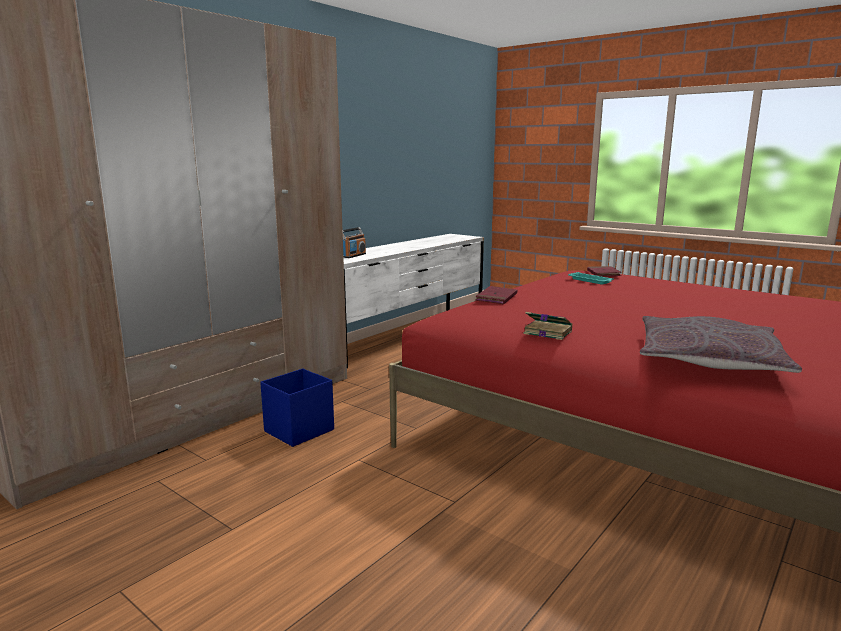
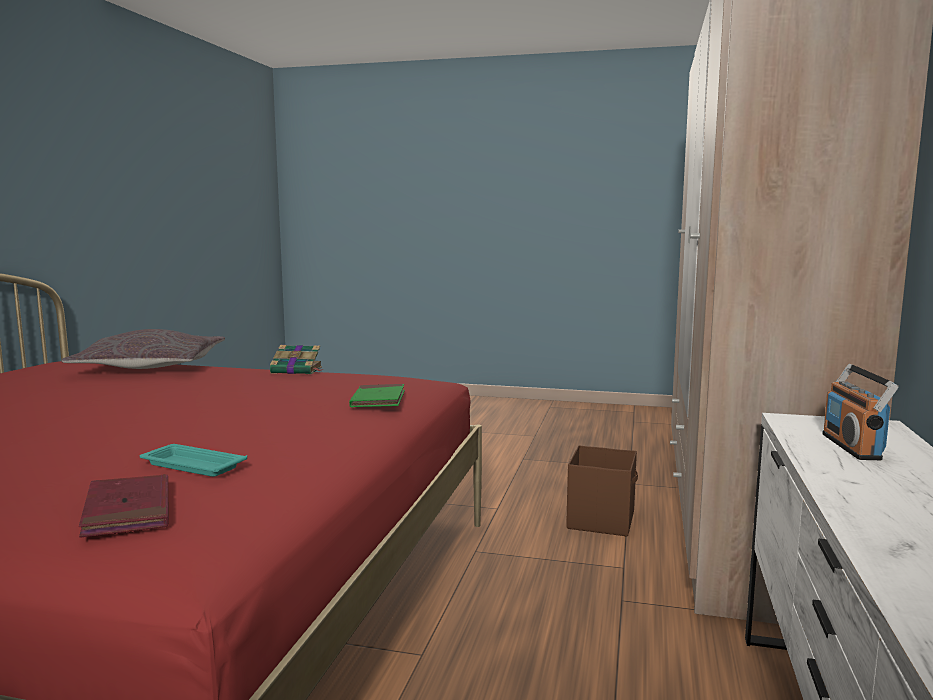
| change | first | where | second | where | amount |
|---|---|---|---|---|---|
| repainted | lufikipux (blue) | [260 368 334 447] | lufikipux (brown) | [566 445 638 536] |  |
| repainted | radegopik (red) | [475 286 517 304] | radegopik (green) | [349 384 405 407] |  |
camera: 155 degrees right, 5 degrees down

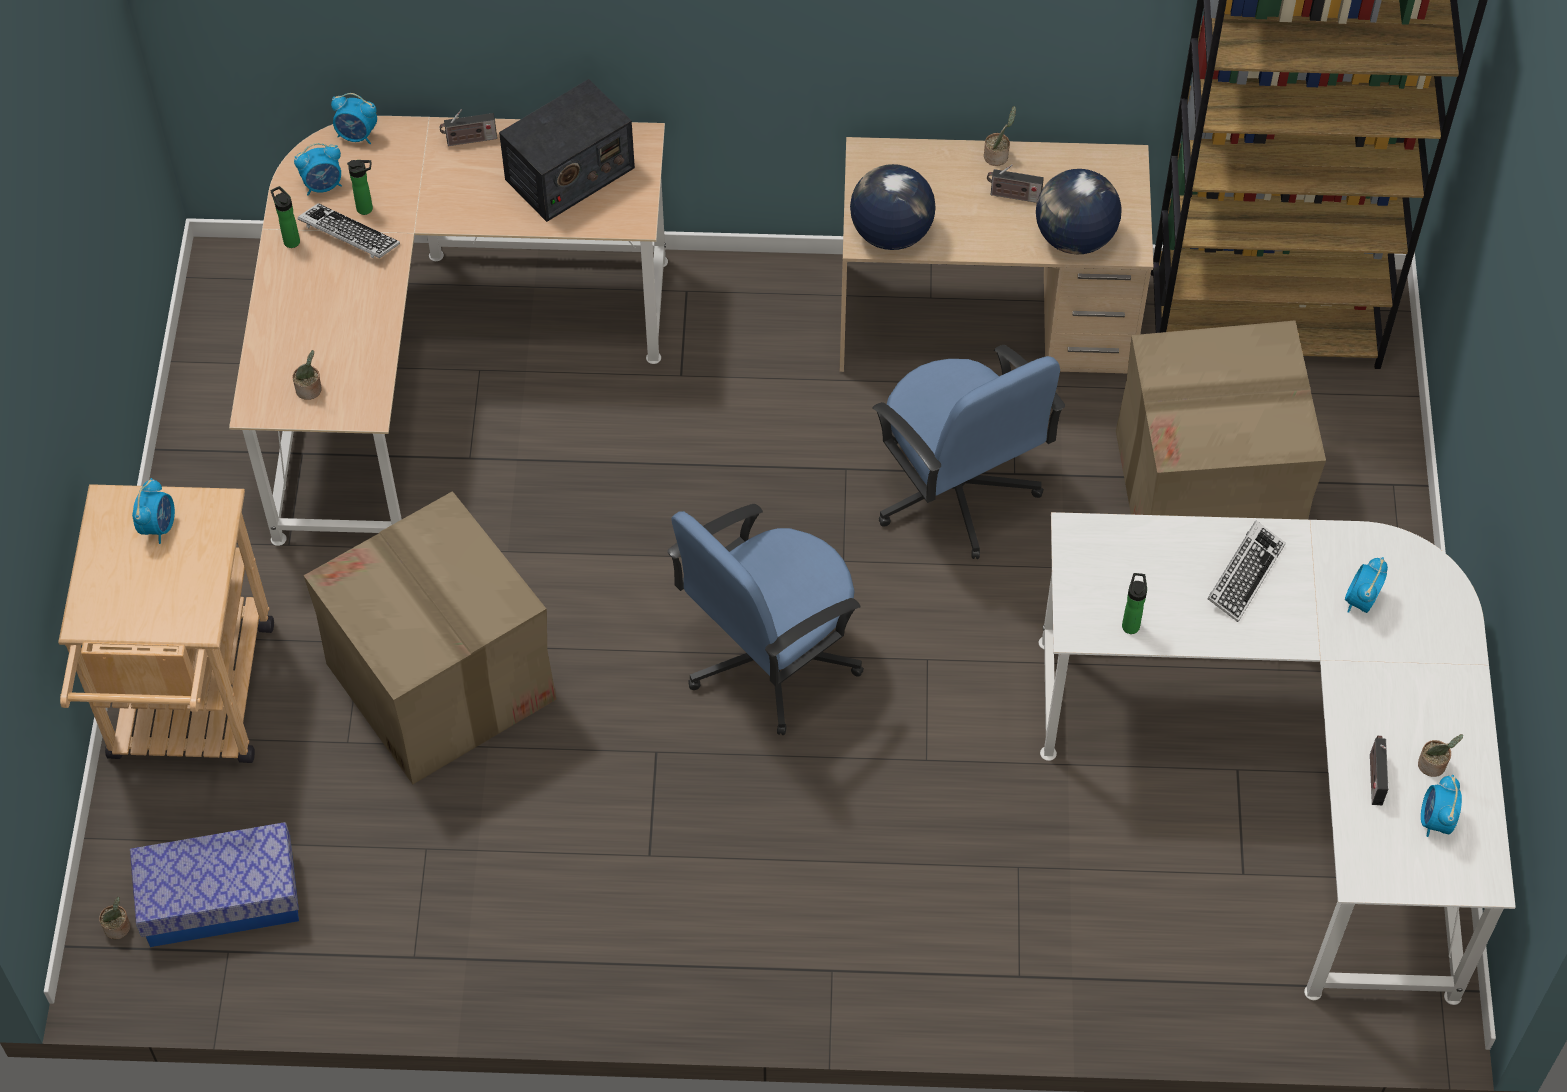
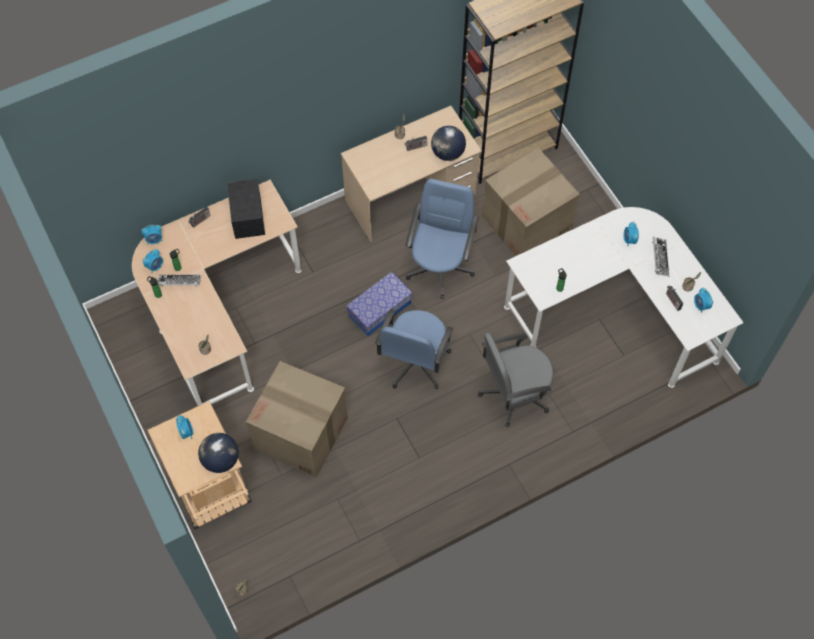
| change | first | where | second | where | amount |
|---|---|---|---|---|---|
| shifted | lufikipux | [130 822 299 947] |  | [346 272 413 336] |  |
| rotated | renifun | [499 79 635 222] |  | [227 179 265 239] | 150 degrees clockwise |
| shifted | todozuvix | [850 164 935 250] |  | [198 433 239 473] |  |
| rotated | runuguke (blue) | [872 345 1065 559] |  | [405 179 479 299] | 105 degrees counterclockwise |
| shifted | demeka | [1207 520 1285 622] |  | [652 236 670 277] |  |
| new |  |  | runuguke (grey) | [478 332 554 427] |  |
camera: 30 degrees left, 5 degrees up

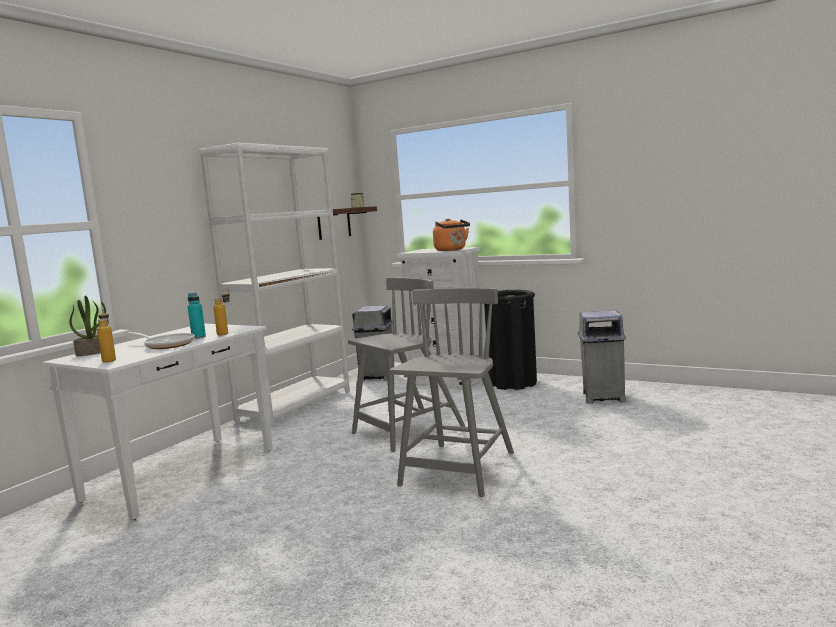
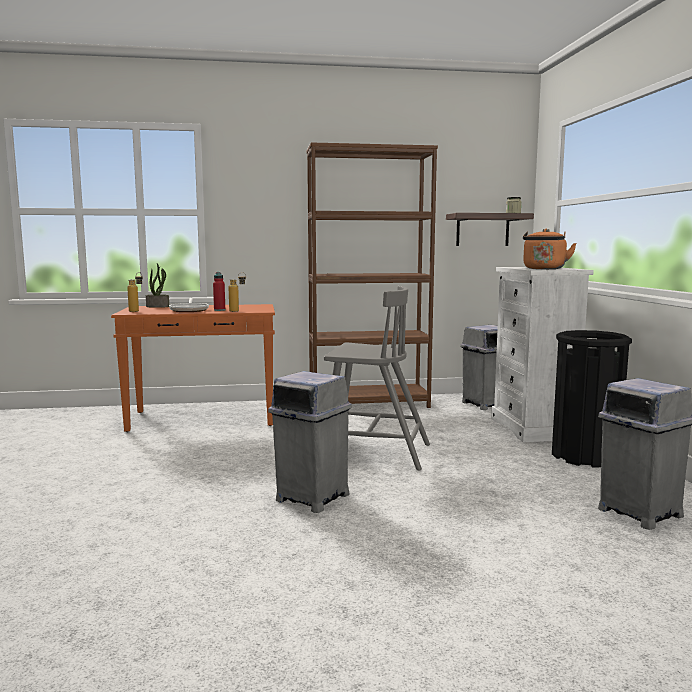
| change | first | where | second | where | amount |
|---|---|---|---|---|---|
| repainted | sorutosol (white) | [43 324 273 520] | sorutosol (orange) | [111 304 275 432] |  |
| repainted | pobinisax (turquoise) | [188 293 206 339] | pobinisax (red) | [213 272 225 311] |  |
| repainted | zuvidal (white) | [199 143 350 428] | zuvidal (brown) | [307 142 438 408] |  |
| swapped | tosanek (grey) | [390 288 514 497] | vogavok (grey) | [268 371 352 513] |  |
camera: 50 degrees right, 0 degrees up

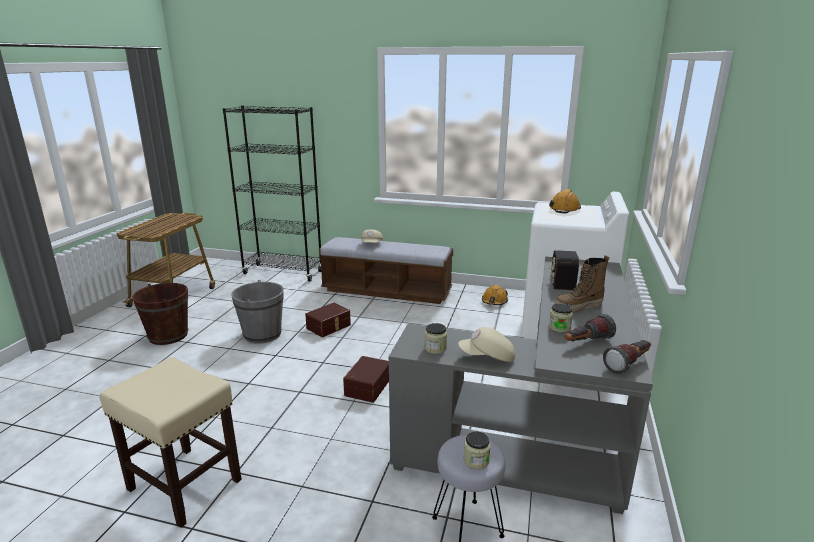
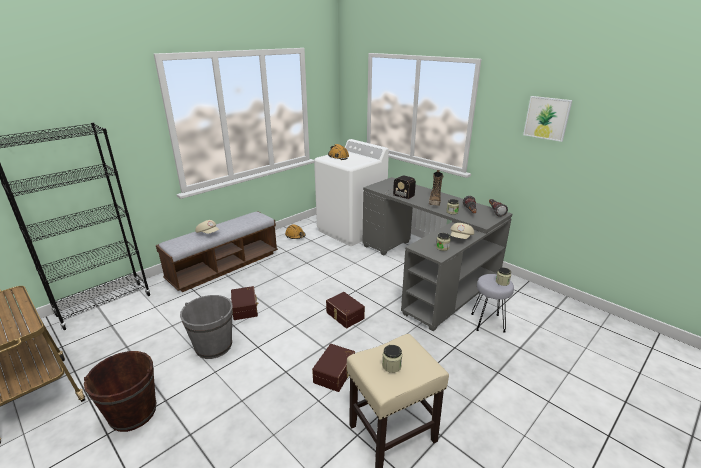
| change | first | where | second | where | amount |
|---|---|---|---|---|---|
| new |  |  | lufikipux (brown) | [312 344 355 392] |  |
| new |  |  | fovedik | [382 345 402 373] |  |
| new |  |  | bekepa | [523 96 572 142] |  |
camera: 60 degrees left, 5 degrees up

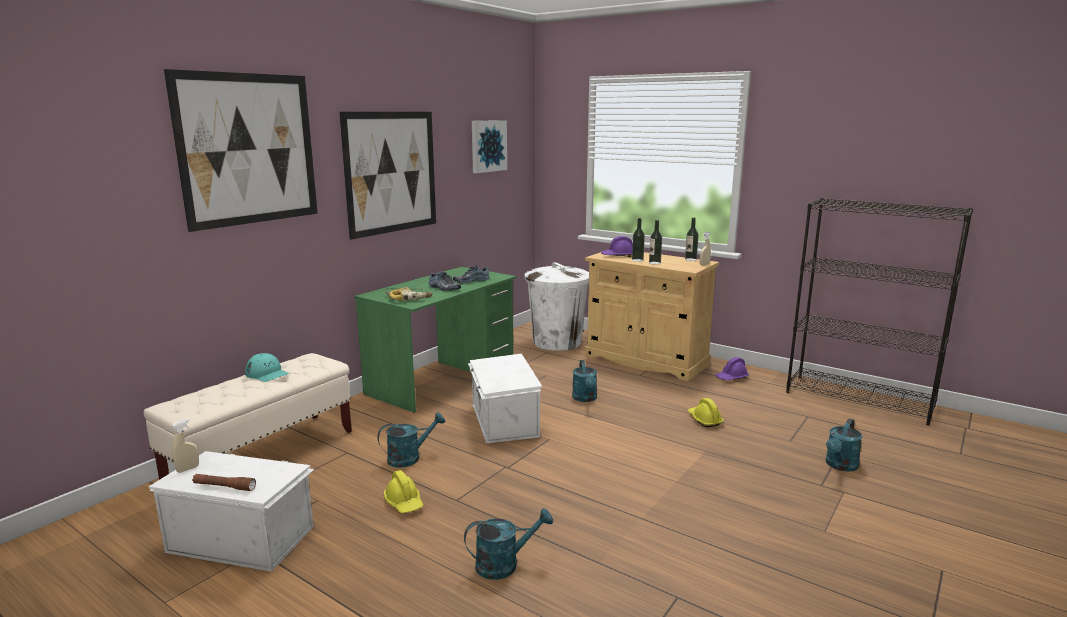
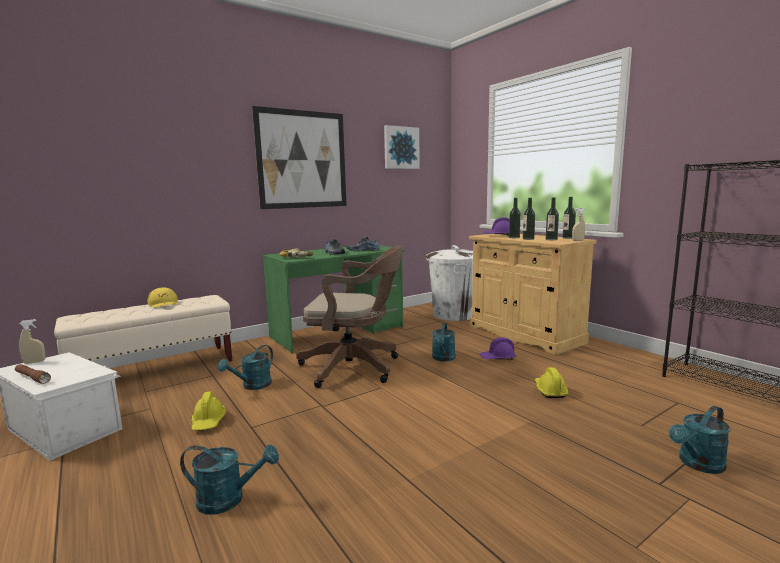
| change | first | where | second | where | amount |
|---|---|---|---|---|---|
| gone | bekepa | [164 69 318 232] |  |  |  |
| repainted | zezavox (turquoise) | [245 353 290 382] | zezavox (yellow) | [147 287 178 308] |  |
| rotated | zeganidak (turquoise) | [378 412 445 468] |  | [218 345 273 390] | 135 degrees clockwise |
| swapped | lufikipux (white) | [468 354 542 443] | runuguke (brown) | [296 246 403 388] |  |
| shifted | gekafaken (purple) | [715 357 749 380] |  | [480 337 516 360] |  |
| new |  |  | pobinisax | [546 197 559 240] |  |
camera: 20 degrees right, 5 degrees down

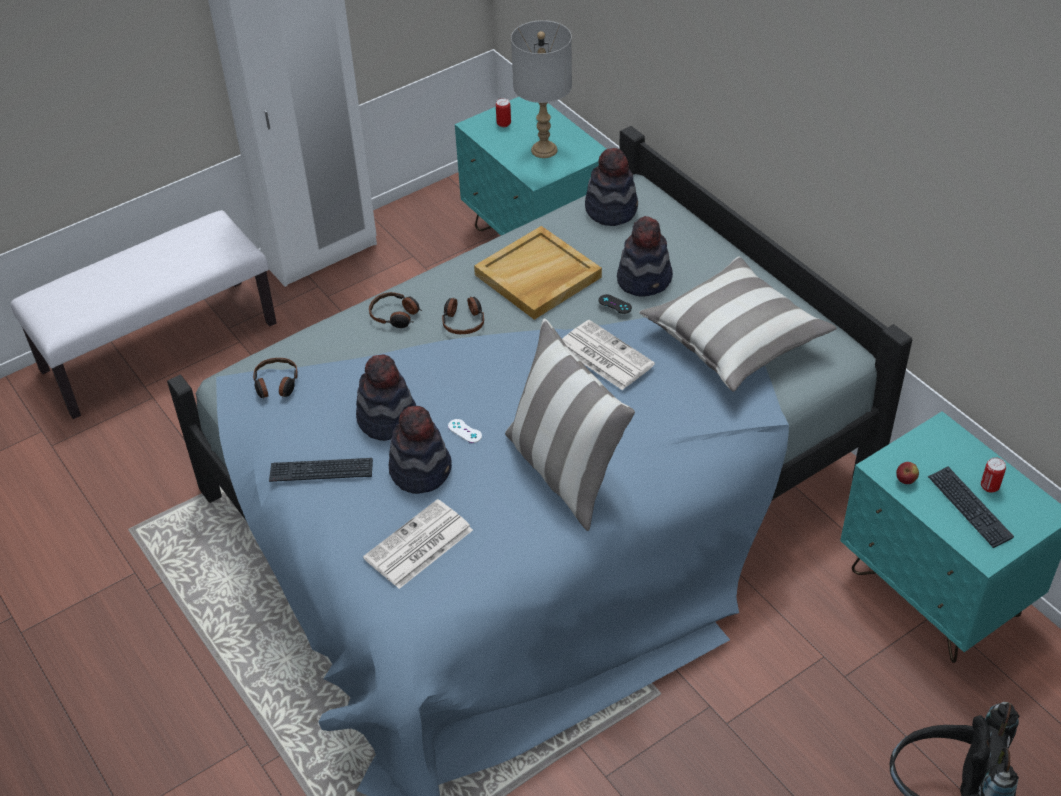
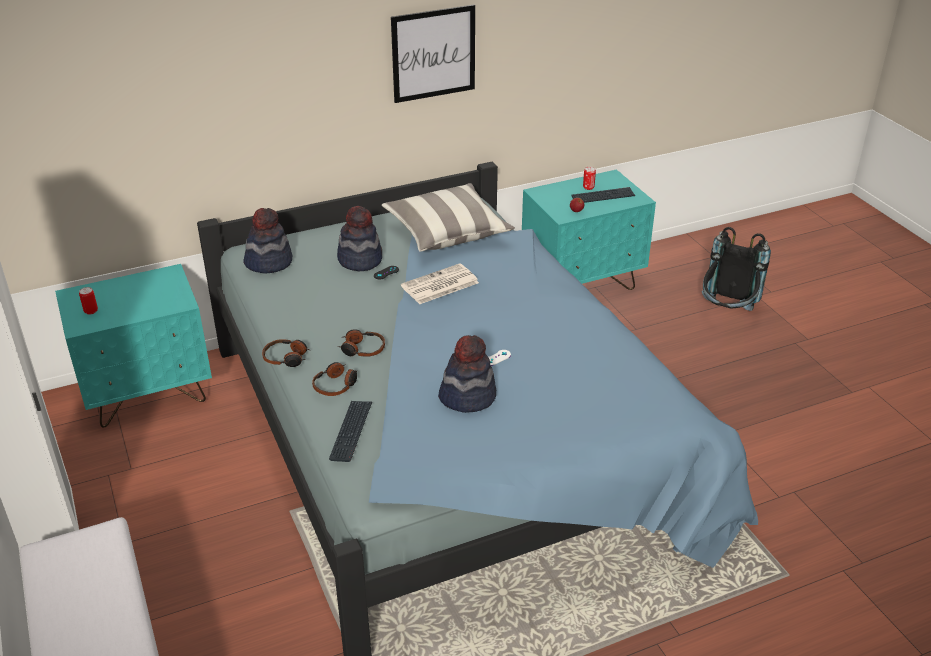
| change | first | where | second | where | amount |
|---|---|---|---|---|---|
| shifted | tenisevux | [253 358 298 399] |  | [262 339 310 367] |  |
| shifted | demeka | [269 458 373 482] |  | [329 401 372 462] |  |
| gone | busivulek | [363 499 473 589] |  |  |  |
| gone | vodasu | [389 406 452 494] |  |  |  |
| gone | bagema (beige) | [474 226 602 320] |  |  |  |
| gone | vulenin | [505 318 635 531] |  |  |  |
| gone | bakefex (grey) | [511 20 572 158] |  |  |  |
| new |  |  | bekepa | [391 5 475 103] |  |
camera: 80 degrees left, 10 degrees down

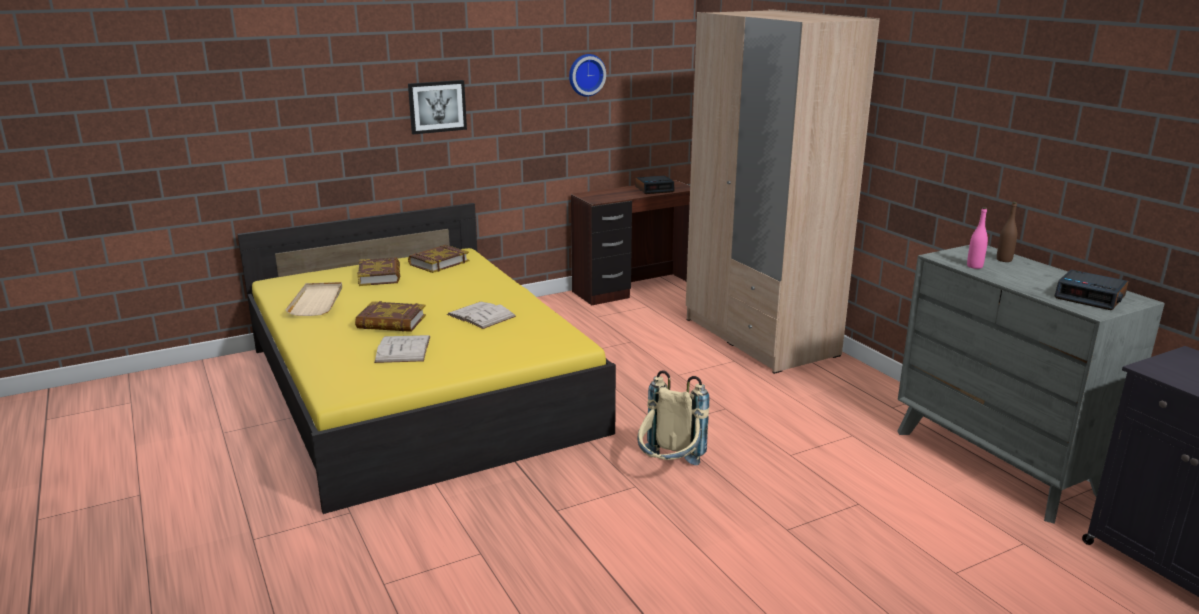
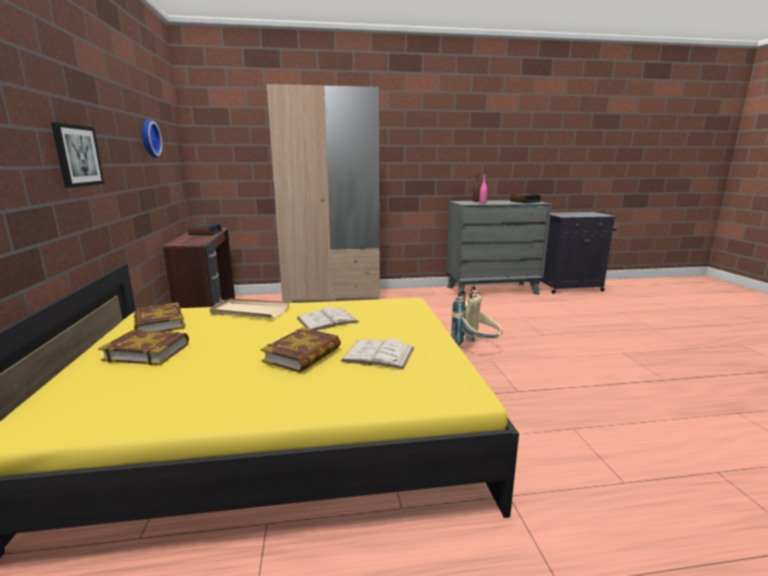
| change | first | where | second | where | amount |
|---|---|---|---|---|---|
| shifted | bagema (beige) | [285 282 342 316] |  | [210 298 290 318] |  |
camera: 70 degrees left, 5 degrees down

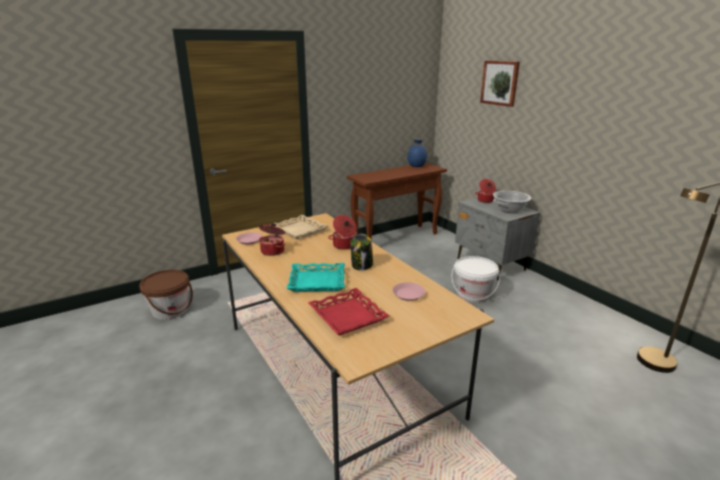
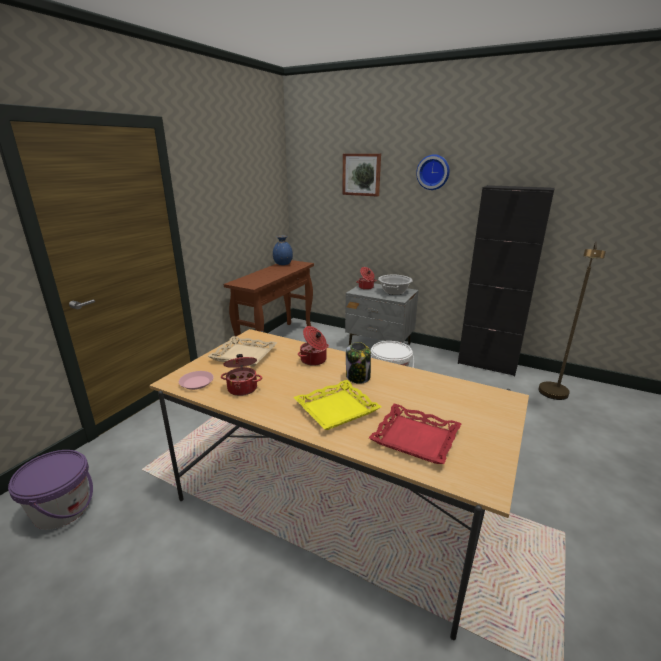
| change | first | where | second | where | amount |
|---|---|---|---|---|---|
| repainted | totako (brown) | [139 270 193 320] | totako (purple) | [8 450 93 530] |  |
| repainted | bagema (turquoise) | [287 263 345 292] | bagema (yellow) | [293 380 381 430] |  |
| gone | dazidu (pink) | [392 283 425 301] |  |  |  |
| new |  |  | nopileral | [416 154 449 190] |  |
| new |  |  | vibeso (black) | [458 185 555 376] |  |
camera: 30 degrees left, 0 degrees up

